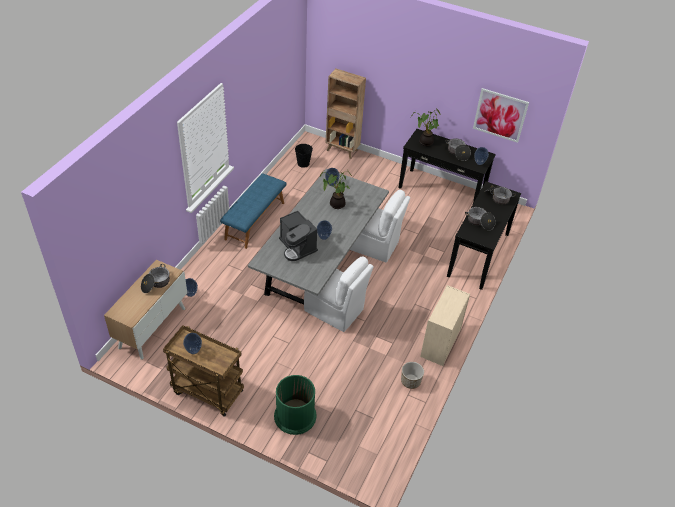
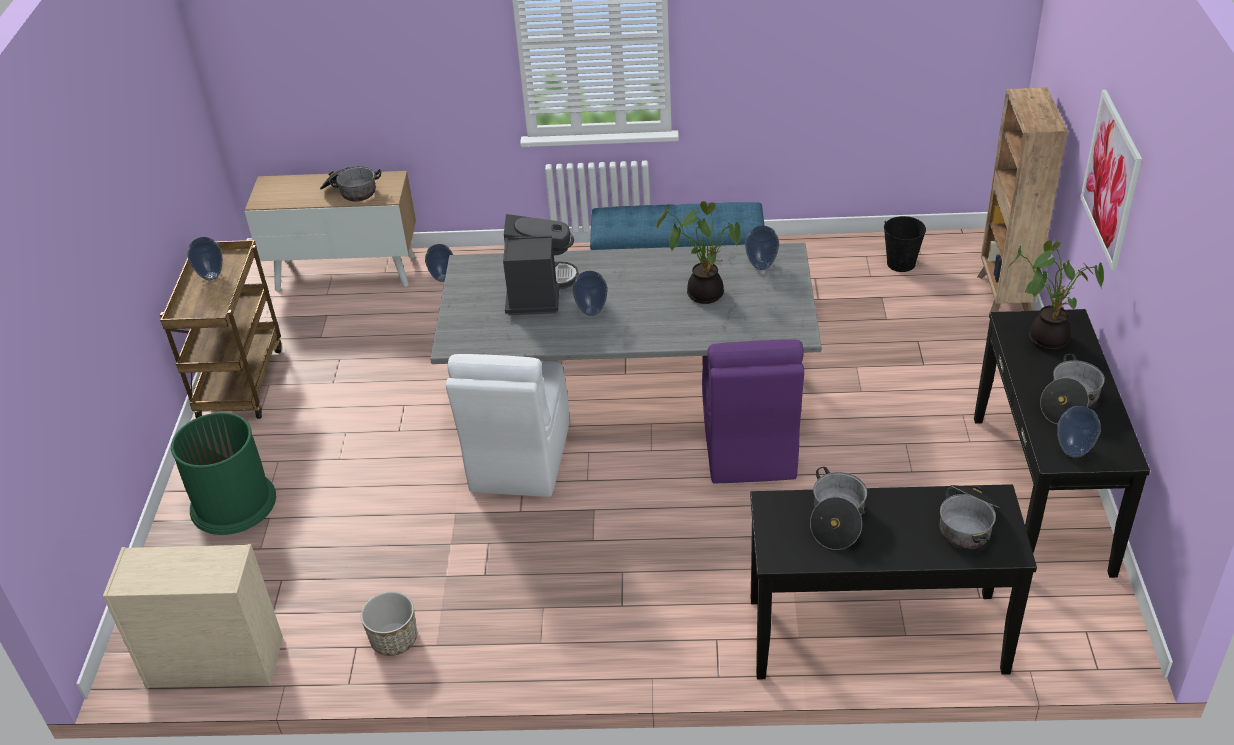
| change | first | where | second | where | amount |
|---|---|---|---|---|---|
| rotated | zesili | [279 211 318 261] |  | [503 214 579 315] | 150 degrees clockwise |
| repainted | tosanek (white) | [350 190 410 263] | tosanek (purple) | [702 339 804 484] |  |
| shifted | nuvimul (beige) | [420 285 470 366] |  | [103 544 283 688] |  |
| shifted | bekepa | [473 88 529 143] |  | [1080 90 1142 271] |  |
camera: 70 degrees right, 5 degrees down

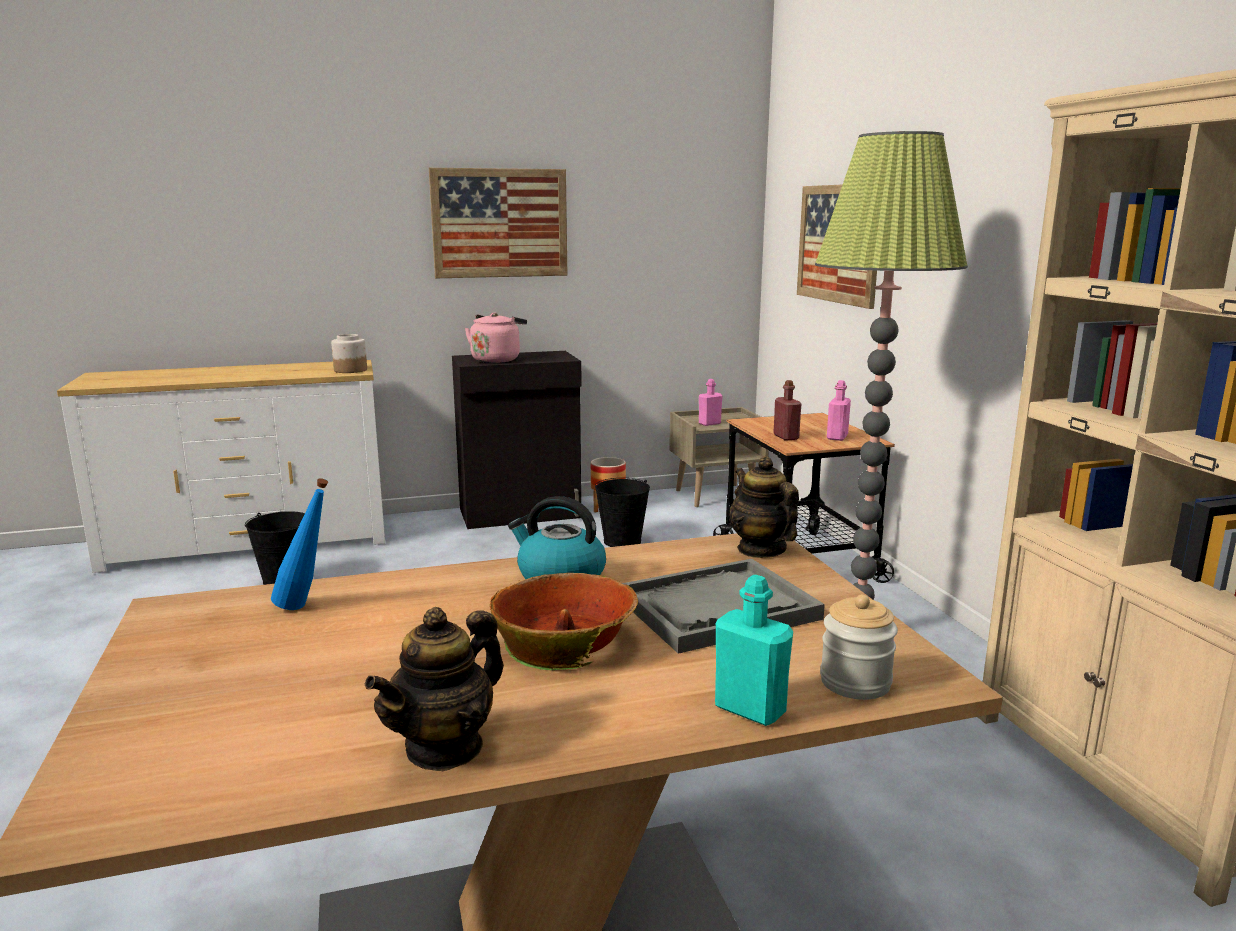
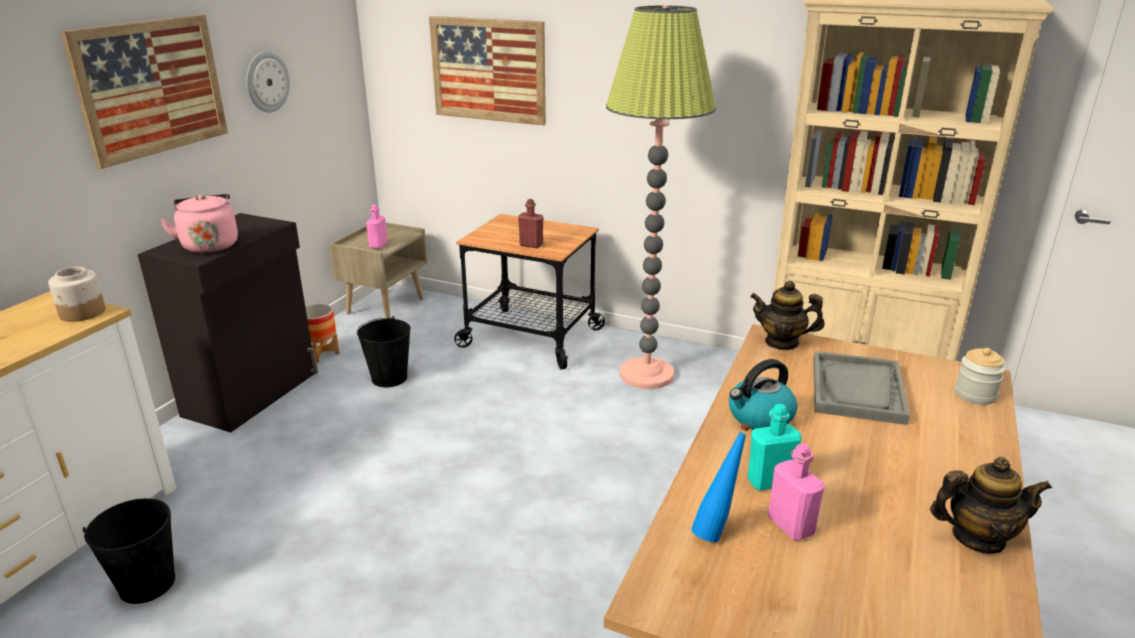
| change | first | where | second | where | amount |
|---|---|---|---|---|---|
| rotated | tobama | [365 607 504 771] |  | [930 457 1052 554] | 75 degrees counterclockwise |
| gone | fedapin | [490 573 638 670] |  |  |  |
| shifted | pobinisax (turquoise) | [715 575 793 726] |  | [748 404 802 491] |  |
| shifted | pobinisax (pink) | [827 380 851 441] |  | [768 443 825 541] |  |
| new |  |  | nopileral | [246 51 290 113] |  |
camera: 50 degrees left, 10 degrees up

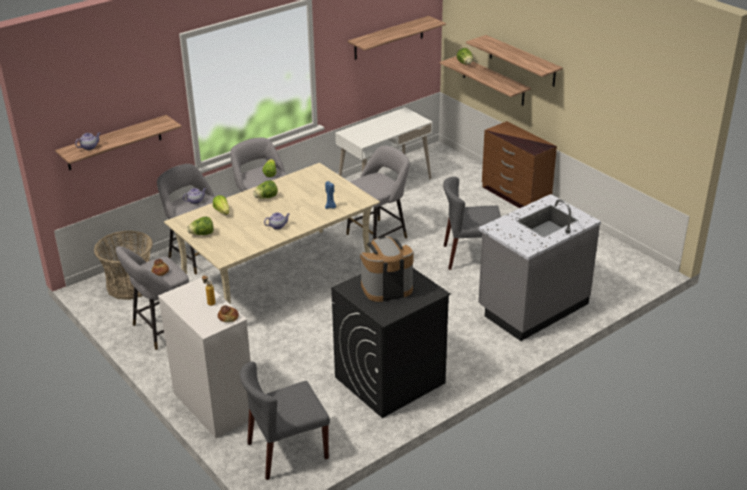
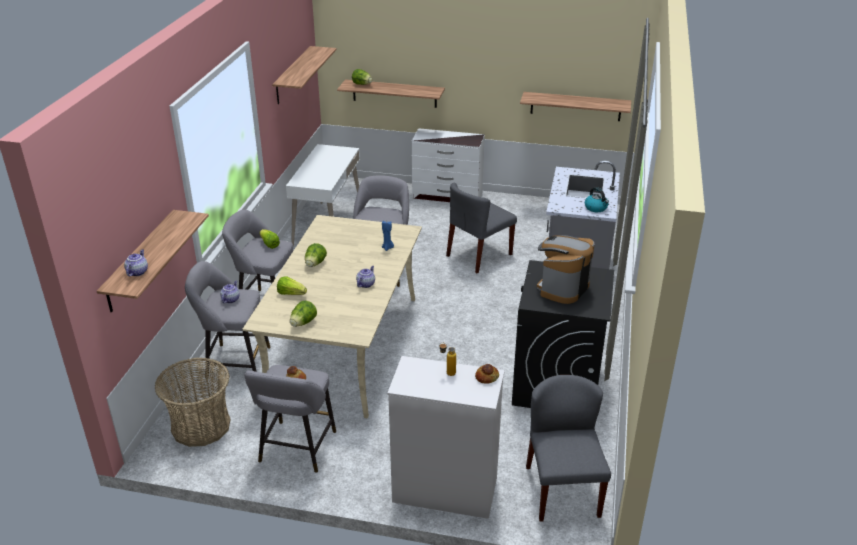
| change | first | where | second | where | amount |
|---|---|---|---|---|---|
| rotated | tosanek (grey) | [240 362 330 480] |  | [526 375 611 522] | 150 degrees clockwise |
| shifted | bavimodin | [466 35 563 87] |  | [520 92 631 121] |  |
| repainted | nuvimul (brown) | [482 121 557 208] | nuvimul (white) | [412 128 485 202] |  |
| new |  |  | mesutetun | [585 187 609 212] |  |
camera: 40 degrees left, 0 degrees up

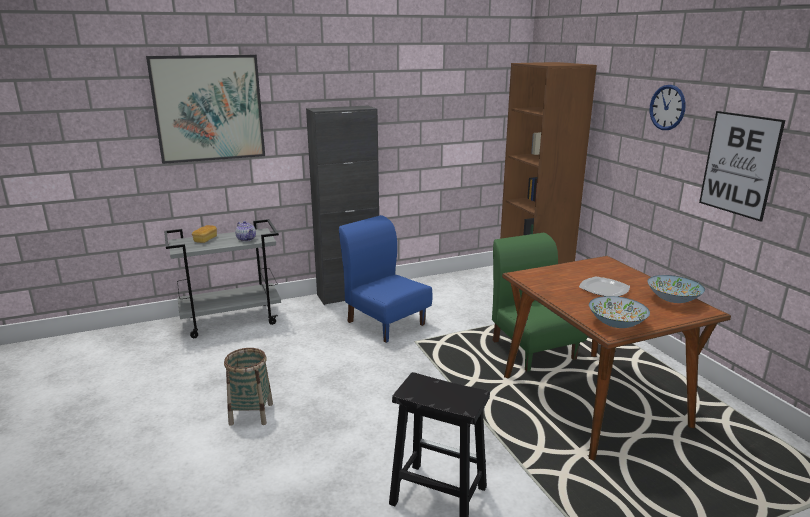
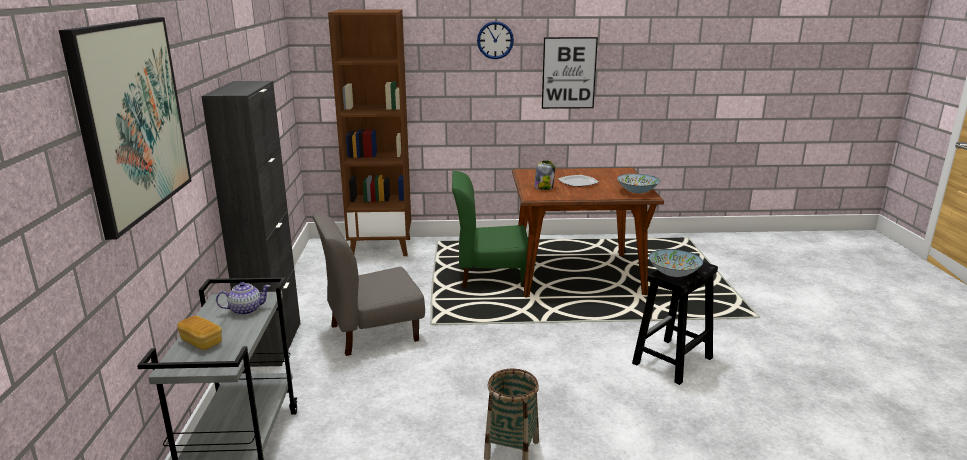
| change | first | where | second | where | amount |
|---|---|---|---|---|---|
| repainted | tosanek (blue) | [339 215 432 343] | tosanek (grey) | [313 214 425 356] |  |
| shifted | fedapin | [647 275 705 303] |  | [649 249 703 277] |  |
| new |  |  | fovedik | [534 161 555 190] |  |
camera: 70 degrees left, 0 degrees up

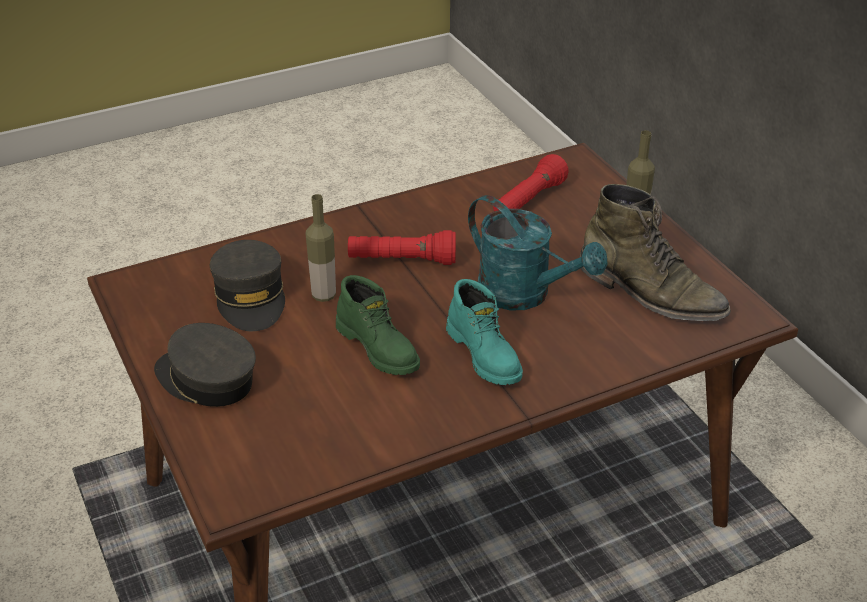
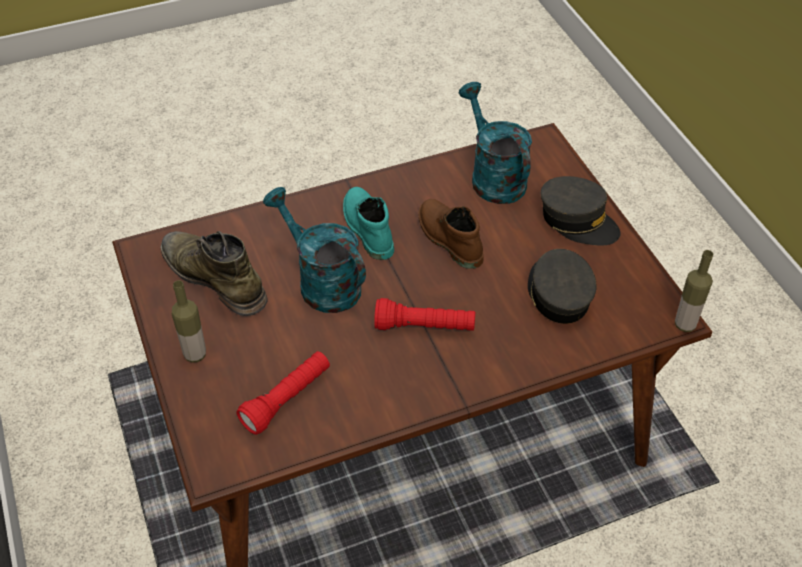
| change | first | where | second | where | amount |
|---|---|---|---|---|---|
| shifted | pobinisax | [305 194 336 302] |  | [675 250 713 332] |  |
| repainted | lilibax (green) | [336 275 420 375] | lilibax (brown) | [418 199 484 269] |  |
| new |  |  | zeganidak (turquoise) | [459 82 532 204] |  |
camera: 175 degrees left, 10 degrees up

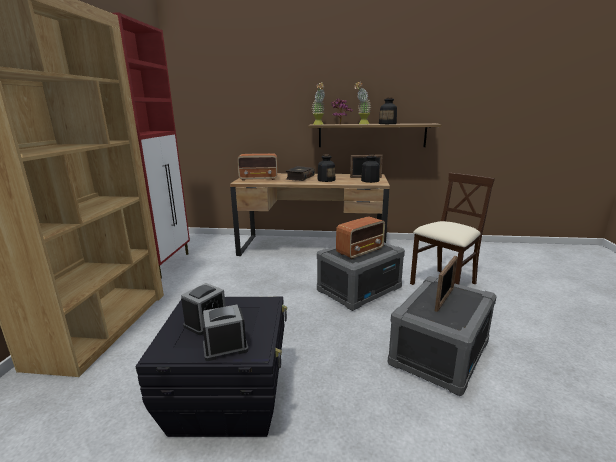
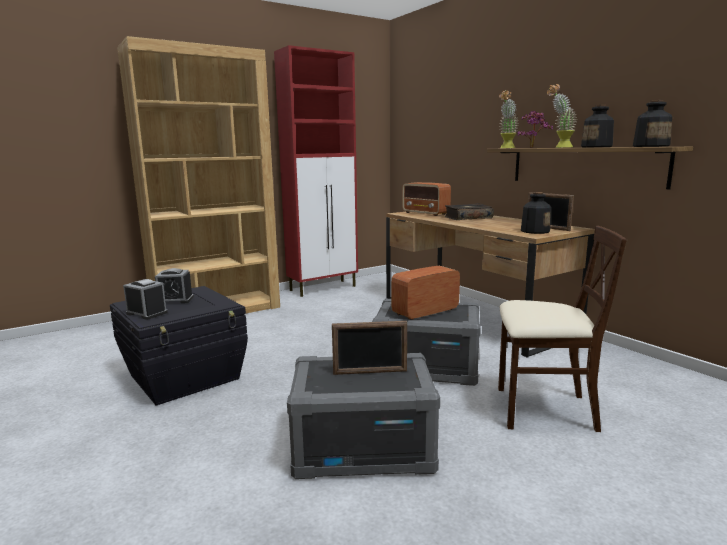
| change | first | where | second | where | amount |
|---|---|---|---|---|---|
| shifted | pobinisax | [317 154 336 182] |  | [633 100 672 147] |  |
| rotated | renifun | [336 216 385 259] |  | [391 266 460 320] | 135 degrees clockwise |
camera: 50 degrees right, 5 degrees down

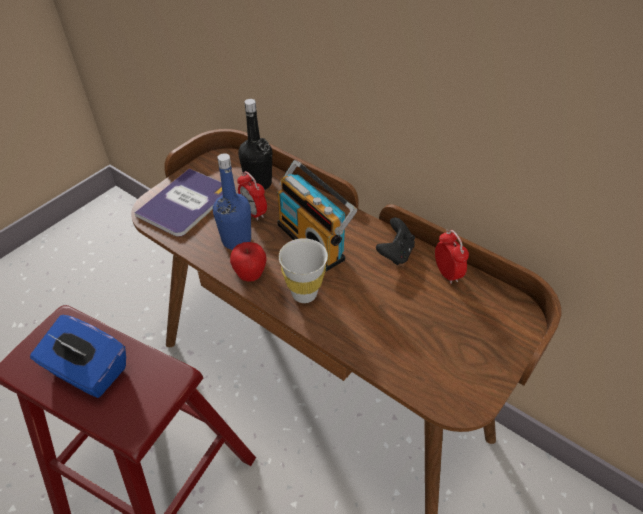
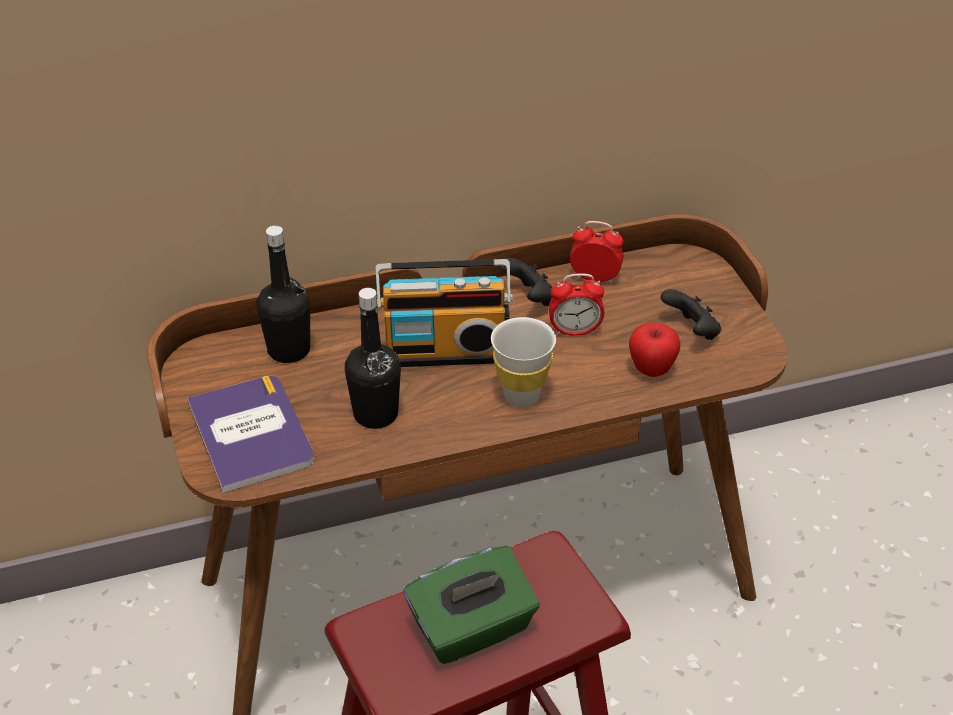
| change | first | where | second | where | amount |
|---|---|---|---|---|---|
| repainted | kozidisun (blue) | [30 315 126 398] | kozidisun (green) | [404 546 539 664] |  |
| repainted | pobinisax (blue) | [213 153 251 250] | pobinisax (black) | [345 288 401 429] |  |
| shifted | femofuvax | [230 242 267 282] |  | [629 323 680 377] |  |
| shifted | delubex | [237 171 267 221] |  | [549 273 604 336] |  |
| new |  |  | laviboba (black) | [661 289 721 340] |  |
camera: 55 degrees left, 5 degrees down

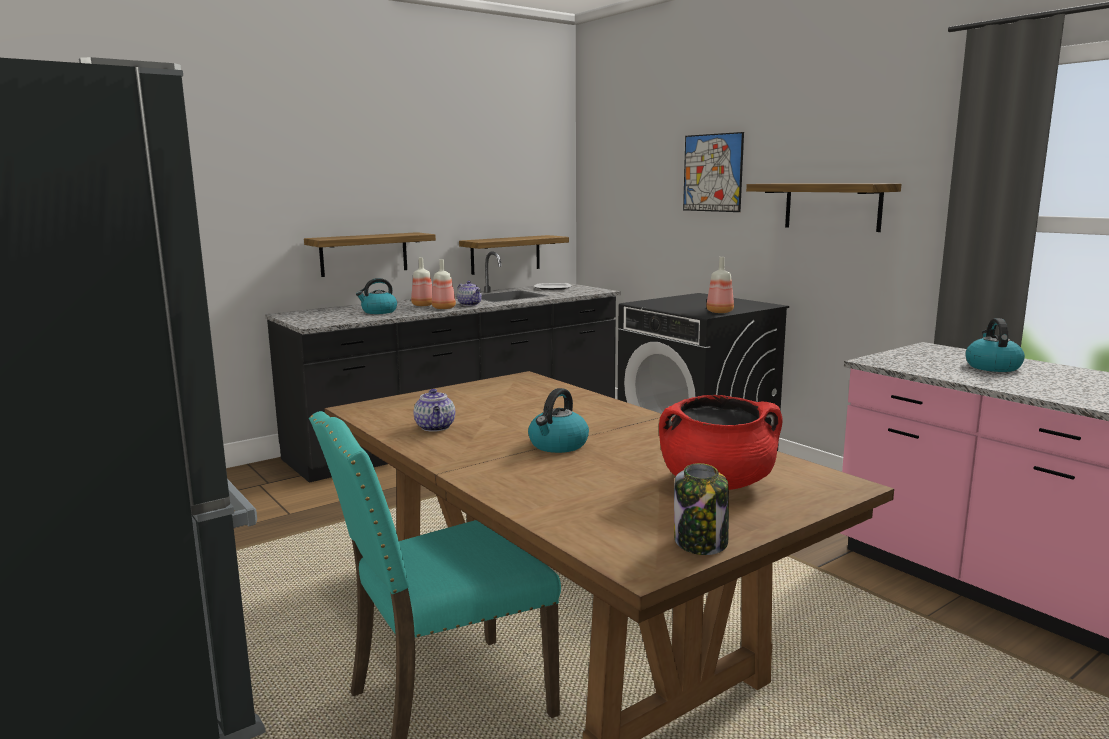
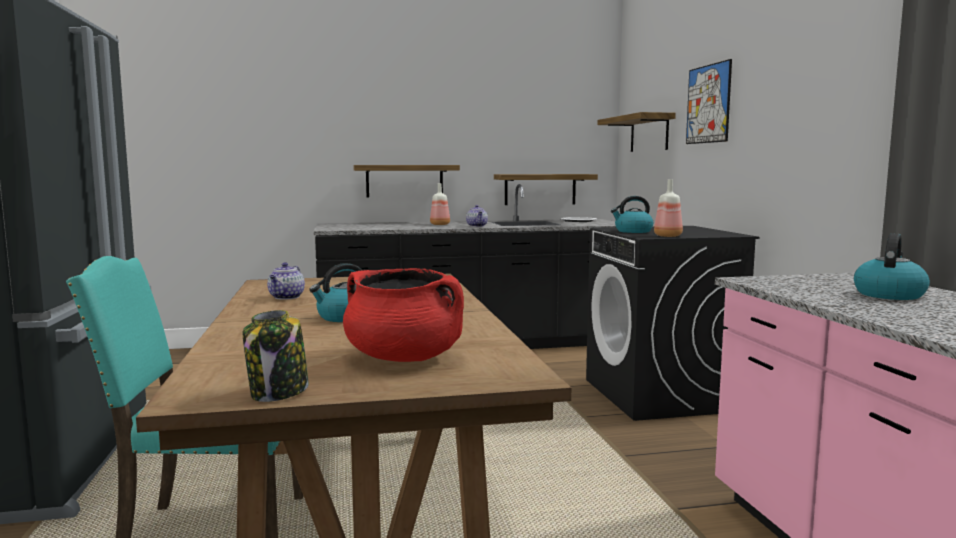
| change | first | where | second | where | amount |
|---|---|---|---|---|---|
| shifted | mesutetun | [356 278 397 314] |  | [611 196 653 233] |  |
| gone | pobinisax | [432 259 456 309] |  |  |  |
| shifted | bavimodin | [746 183 902 232] |  | [597 112 676 152] |  |
camera: 25 degrees right, 5 degrees down

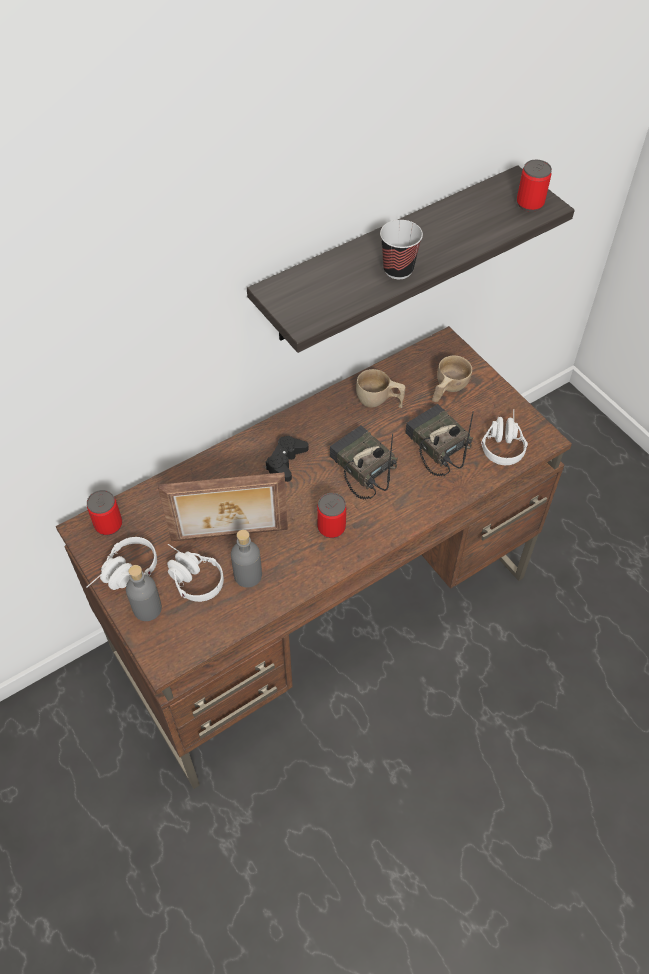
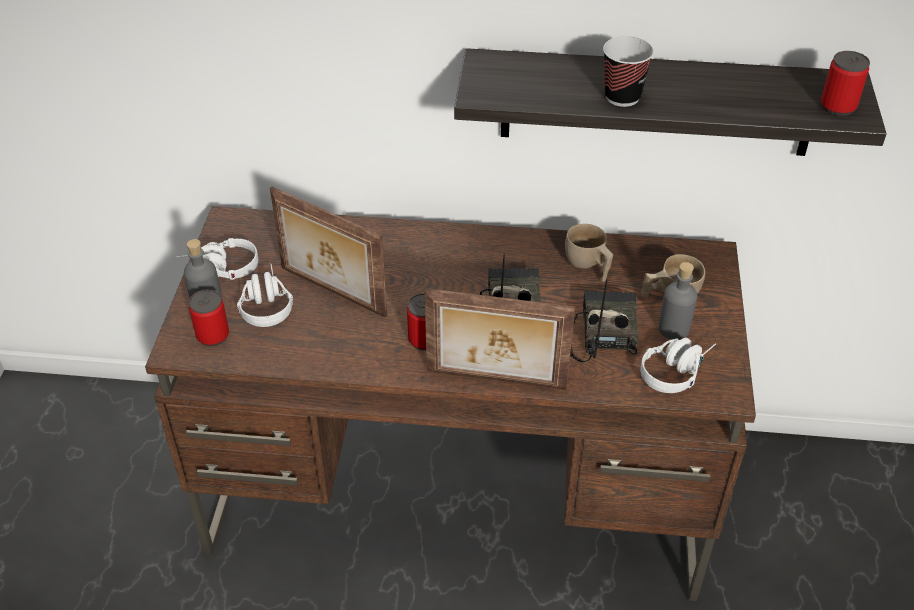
| change | first | where | second | where | amount |
|---|---|---|---|---|---|
| shifted | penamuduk | [87 490 122 535] |  | [189 289 229 346] |  |
| shifted | pobinisax (grey) | [231 530 262 588] |  | [658 262 697 340] |  |
| gone | laviboba (black) | [265 436 309 482] |  |  |  |
| new |  |  | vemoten | [425 288 575 390] |  |
camera: 40 degrees right, 10 degrees down

